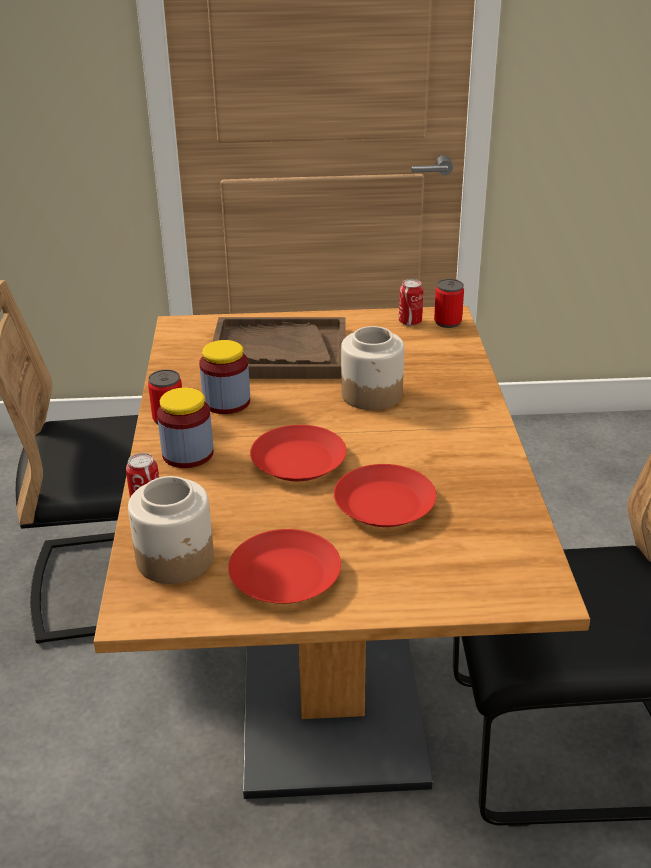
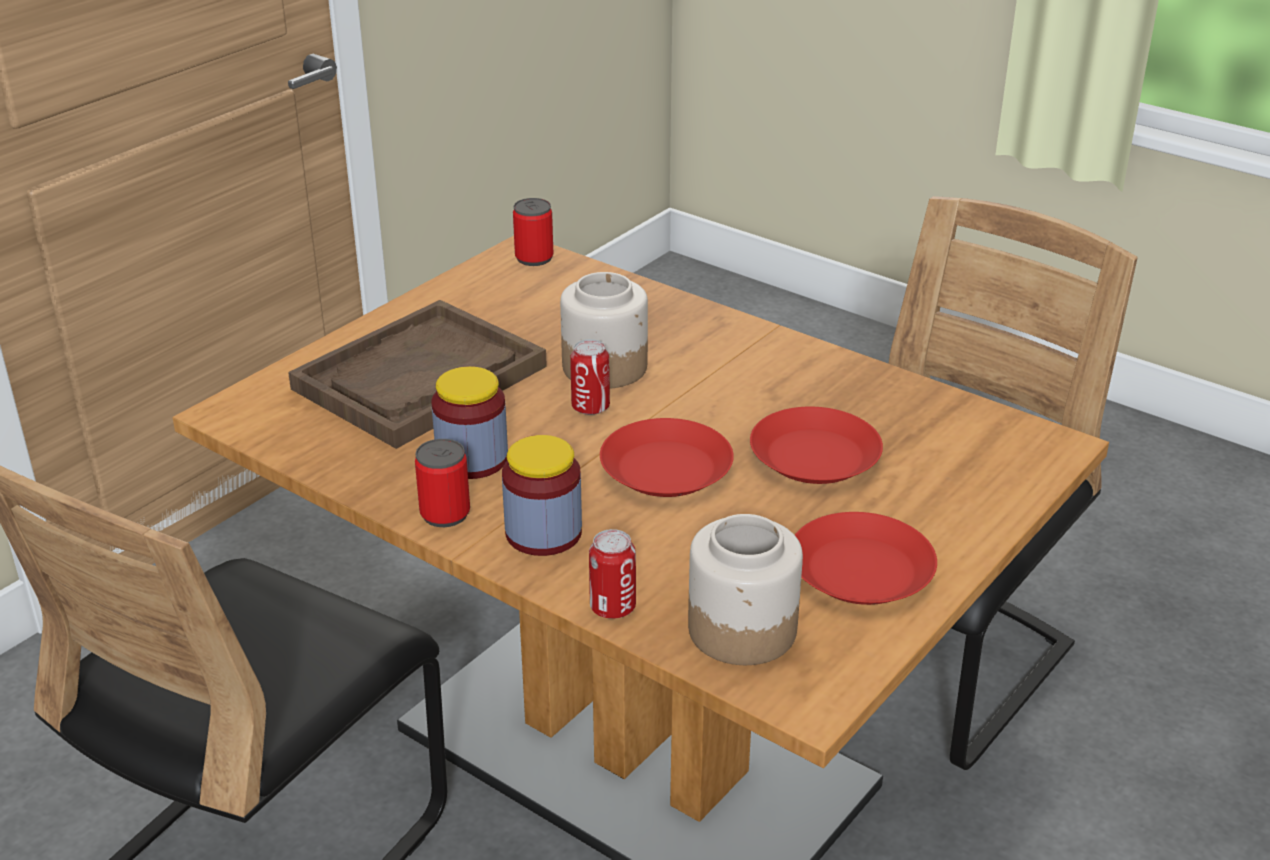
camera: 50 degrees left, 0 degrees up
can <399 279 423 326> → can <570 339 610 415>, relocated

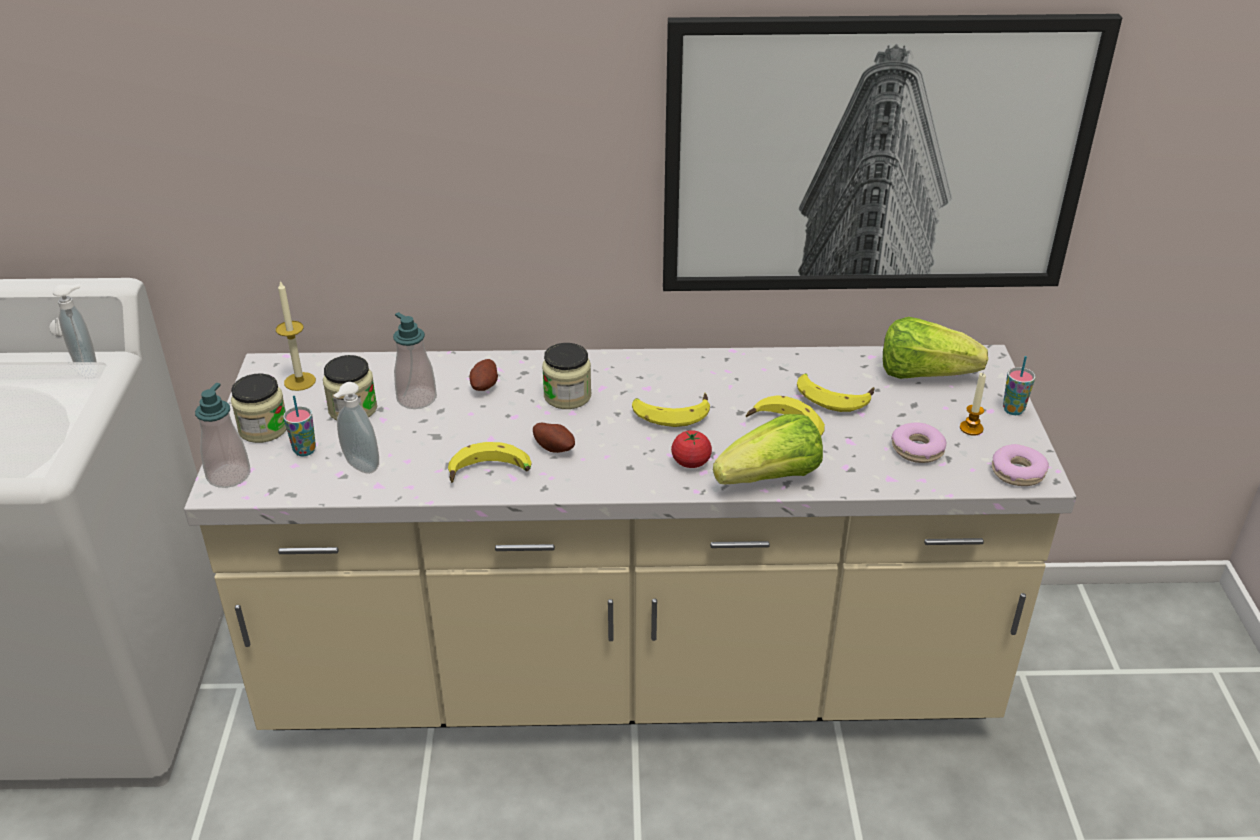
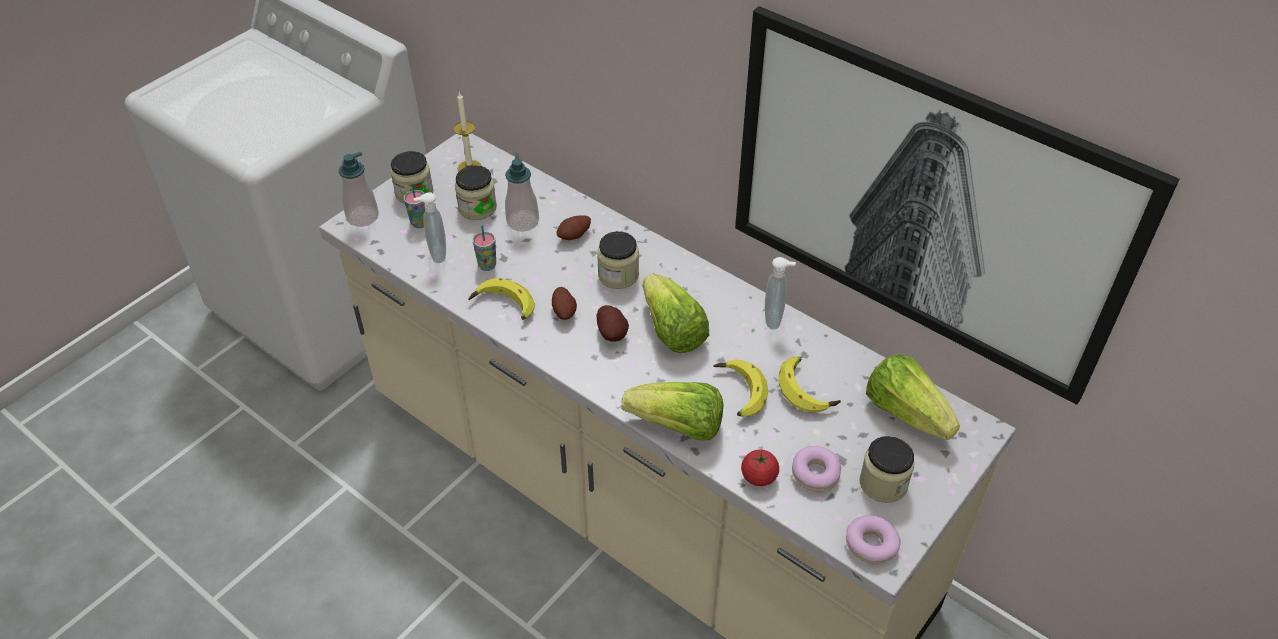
camera: 40 degrees right, 10 degrees up
soap dispenser <53 284 97 377> → soap dispenser <765 257 796 330>, relocated
cup <1003 356 1035 415> → cup <473 225 496 271>, relocated
candle <960 373 986 436> → jar <859 436 914 503>
banana <632 393 710 427> → lettuce <642 274 709 353>
tomato <671 430 712 468> → tomato <741 449 779 486>, relocated
- → potato <597 305 629 342>

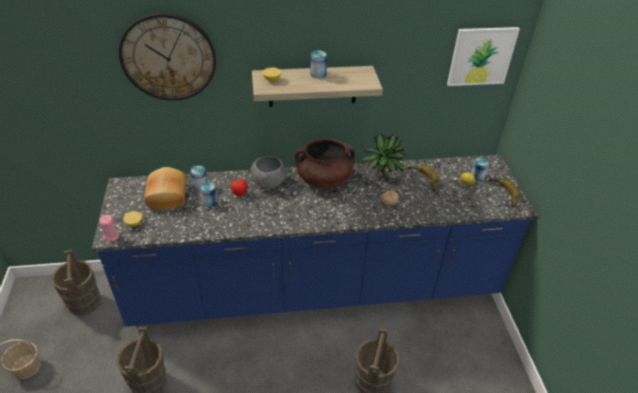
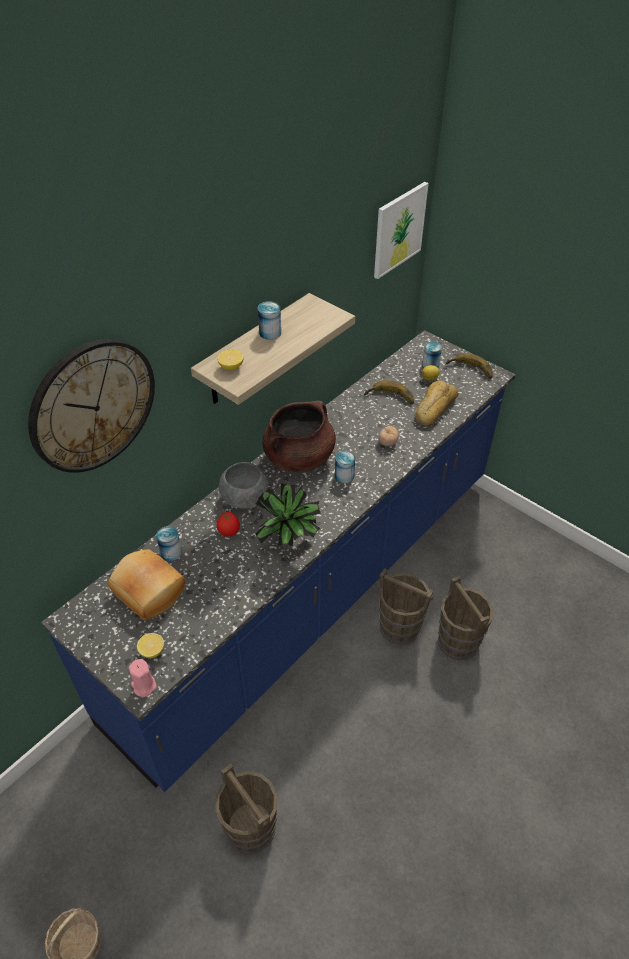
camera: 40 degrees left, 5 degrees up
potted plant <362 134 407 177> → potted plant <256 483 321 546>, relocated
can <200 182 218 207> → can <335 451 355 483>, relocated
bucket (brown) <51 250 101 316> → bucket (brown) <379 568 434 645>, relocated
- → bread <415 380 459 426>

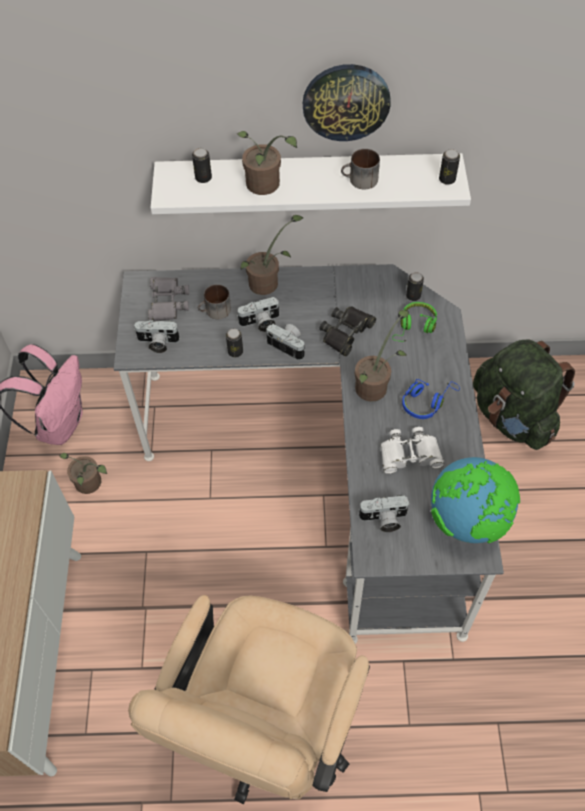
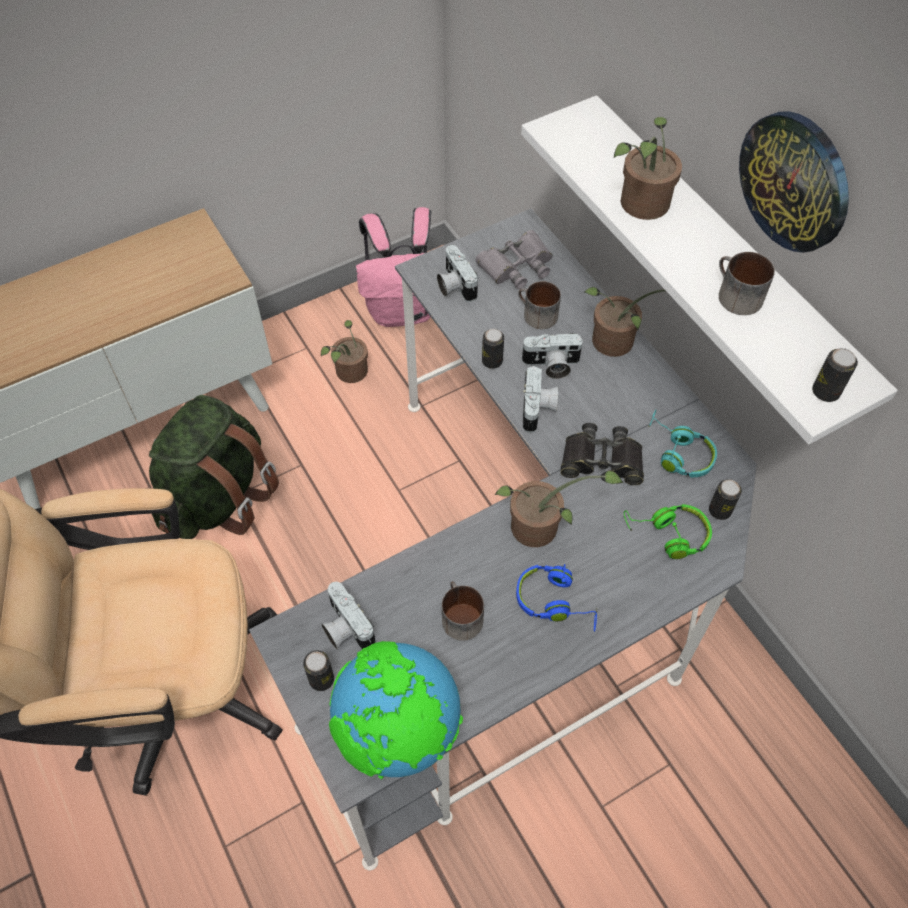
camera: 60 degrees right, 0 degrees up
can <192 148 212 183> → can <303 650 334 691>, relocated
photo camera <237 297 279 332> → photo camera <521 333 584 379>, 45 degrees counterclockwise
backpack (green) <473 339 575 450> → backpack (green) <149 395 279 539>, relocated
binoculars (white) <381 427 444 474> → mug <442 581 484 641>
- → headphones (turquoise) <648 409 717 477>

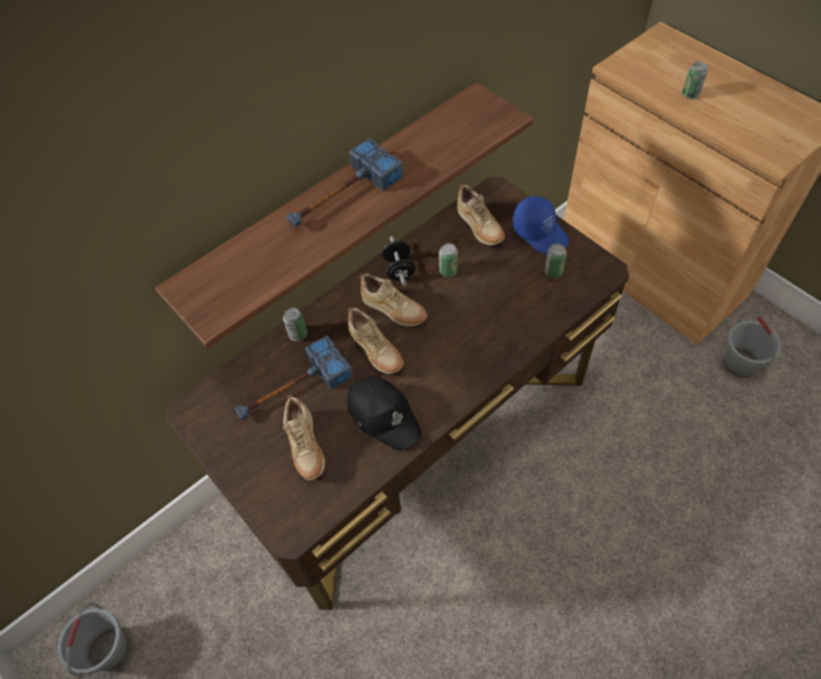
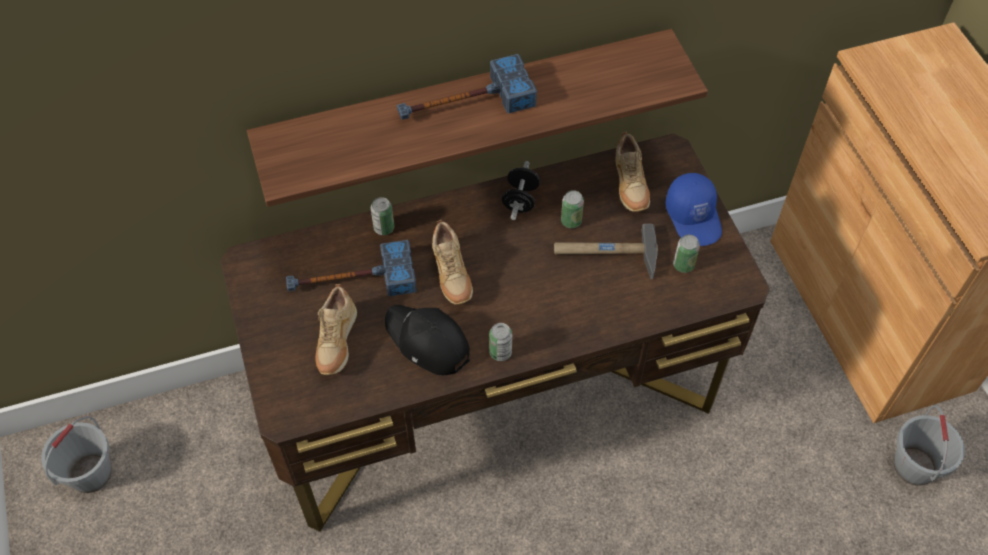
camera: 20 degrees right, 0 degrees up
can <682 61 708 99> → can <489 323 512 361>, relocated
shoe (beige) <360 274 427 327> → -
cap (black) <347 376 422 450> → cap (black) <385 305 470 375>, 150 degrees clockwise
- → hammer <554 224 658 279>

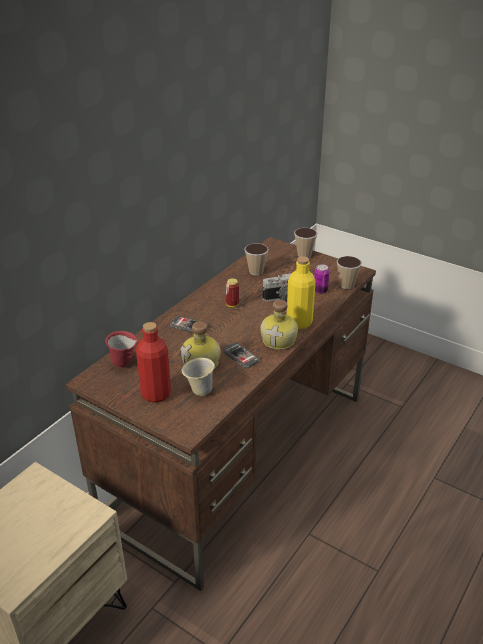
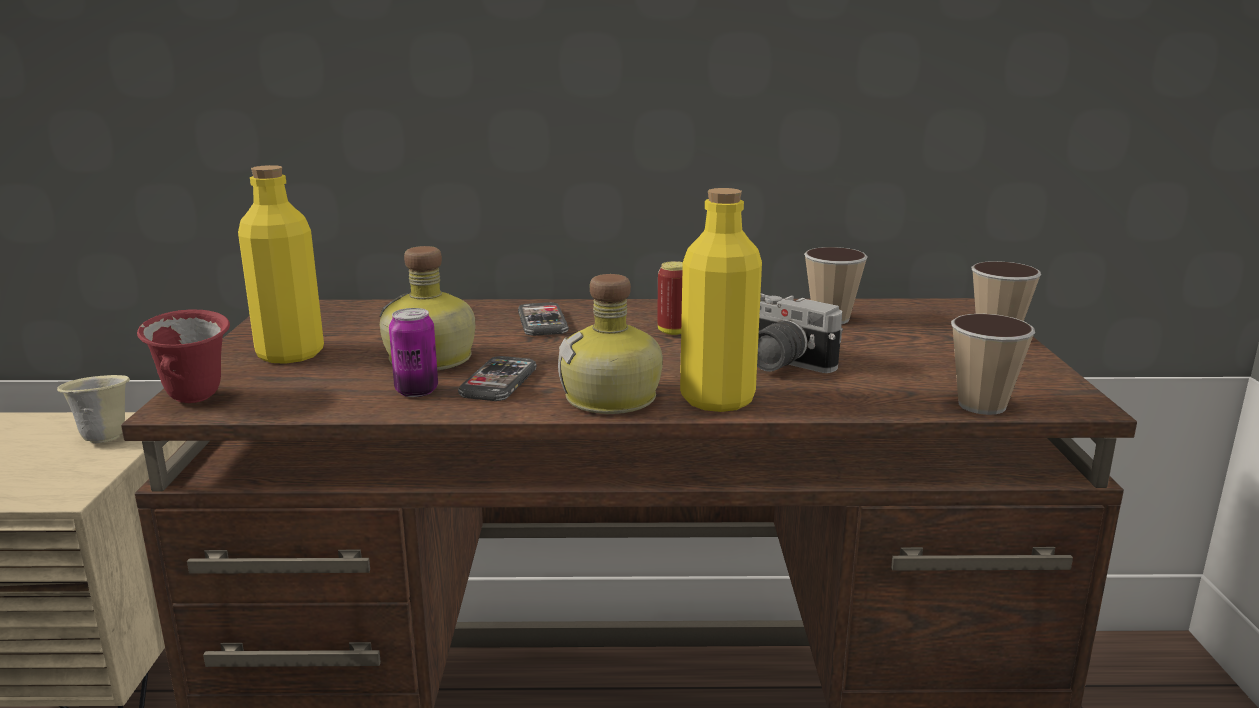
camera: 55 degrees right, 15 degrees down
can <314 264 329 294> → can <389 308 438 397>, relocated
bottle (red) <136 322 171 403> → bottle (yellow) <238 165 324 364>
mug (red) <105 331 138 367> → mug (red) <137 309 230 403>, relocated
mug (beige) <182 358 215 396> → mug (beige) <57 375 130 443>, relocated

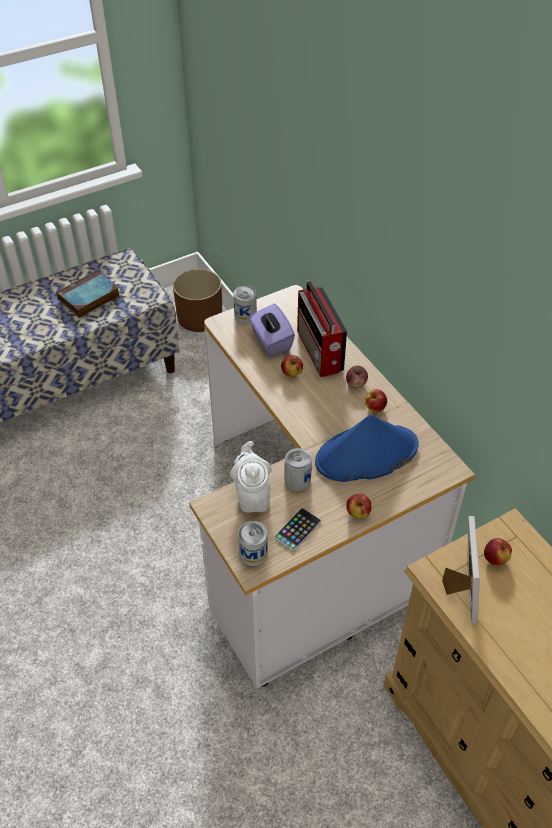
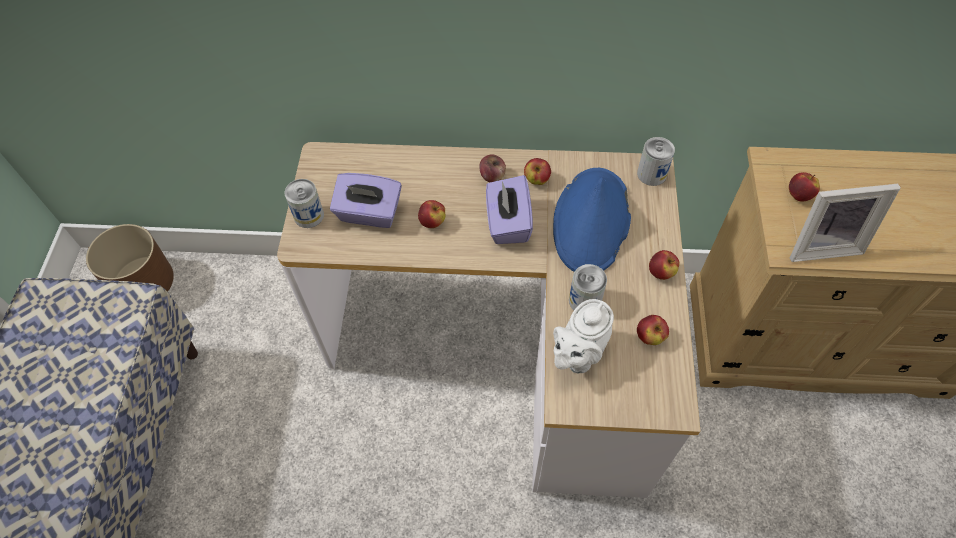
camera: 55 degrees left, 10 degrees up
book <56 270 120 318> → -
radio <297 280 347 377> → -
teapot (white) <230 441 272 512> → teapot (white) <553 299 614 373>, 75 degrees counterclockwise
phone <274 508 321 551> → apple <637 315 669 345>
picture frame <442 516 480 624> → picture frame <790 184 901 262>, 135 degrees clockwise
can <238 521 268 566> → can <637 137 675 186>, relocated
- → tissue box (purple) <486 175 533 244>

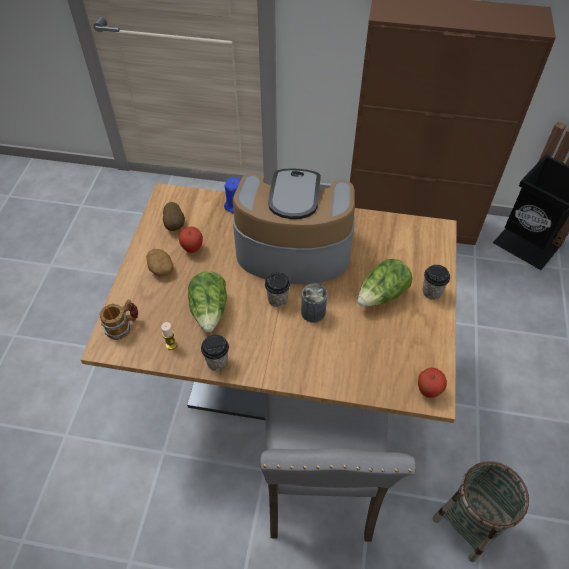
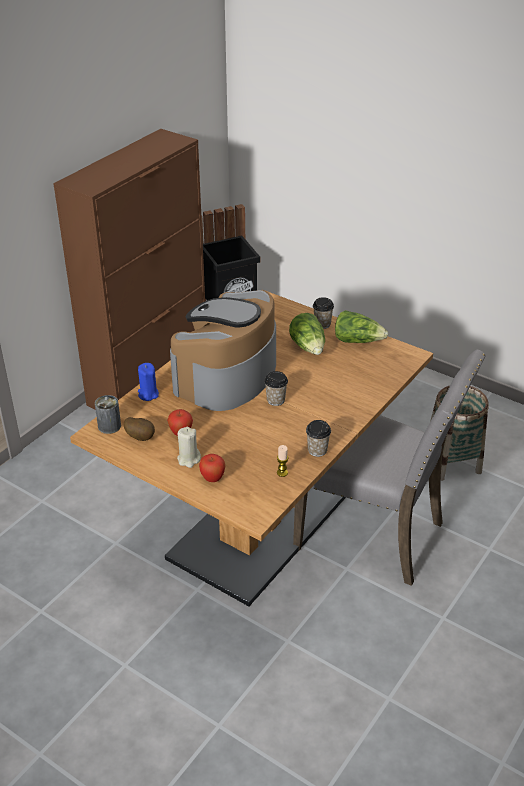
camera: 65 degrees left, 15 degrees down
potato <146 249 174 276> → candle (beige) <177 427 201 468>
lettuce <188 271 227 332> → lettuce <335 310 388 343>, relocated
can <301 283 327 323> → can <95 395 121 434>, relocated
mug <99 300 138 340> → -
apple <418 367 447 398> → apple <199 454 225 482>, relocated

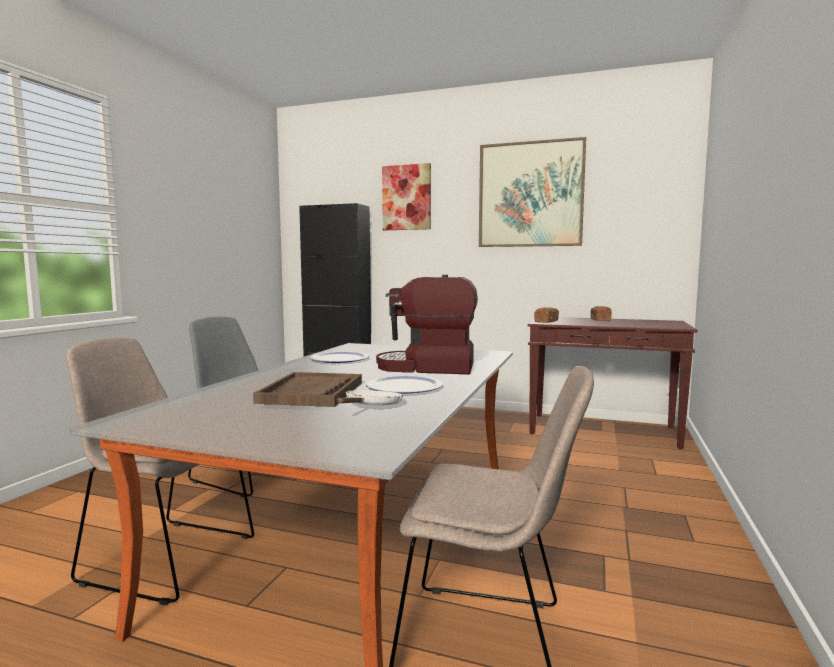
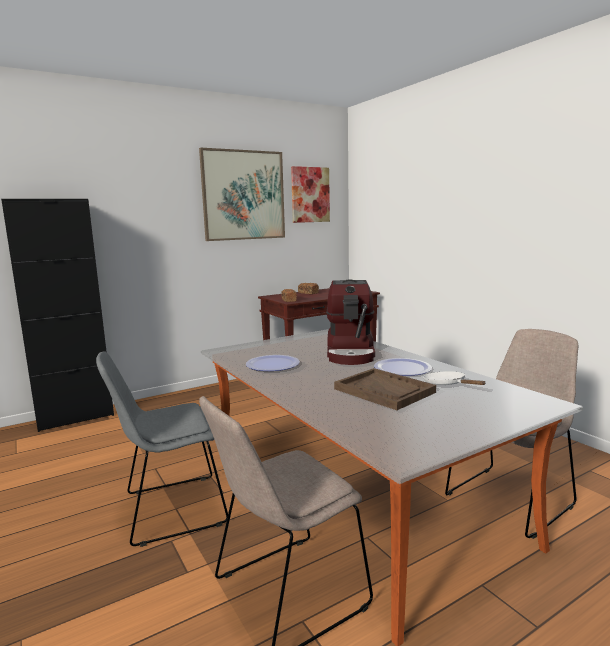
camera: 50 degrees left, 5 degrees up
picture <382 163 431 230> → picture <291 166 330 223>, relocated
coffee machine <376 275 478 374> → coffee machine <327 280 375 365>, 45 degrees counterclockwise

